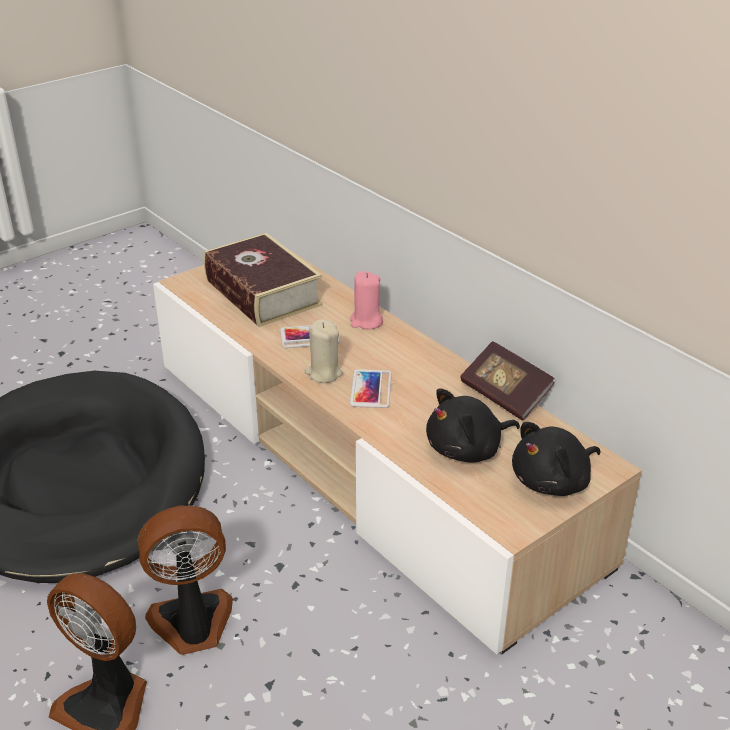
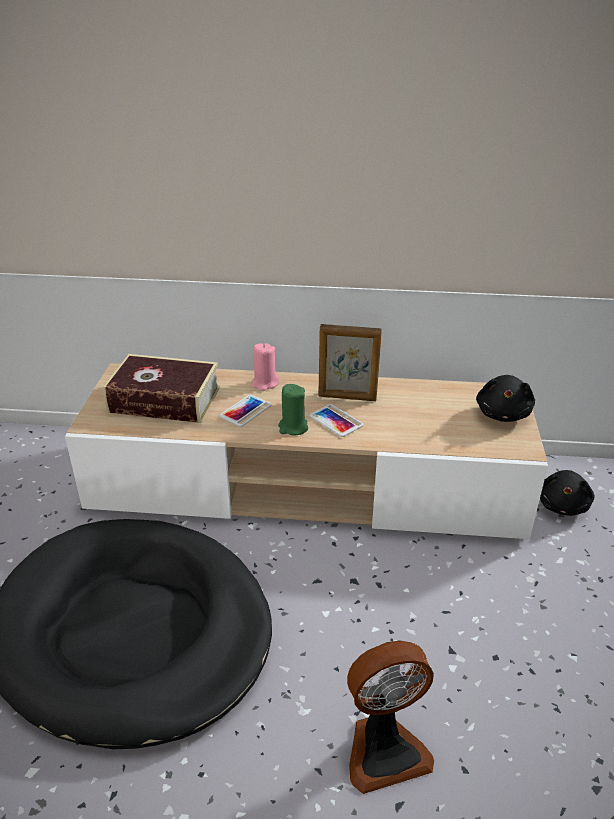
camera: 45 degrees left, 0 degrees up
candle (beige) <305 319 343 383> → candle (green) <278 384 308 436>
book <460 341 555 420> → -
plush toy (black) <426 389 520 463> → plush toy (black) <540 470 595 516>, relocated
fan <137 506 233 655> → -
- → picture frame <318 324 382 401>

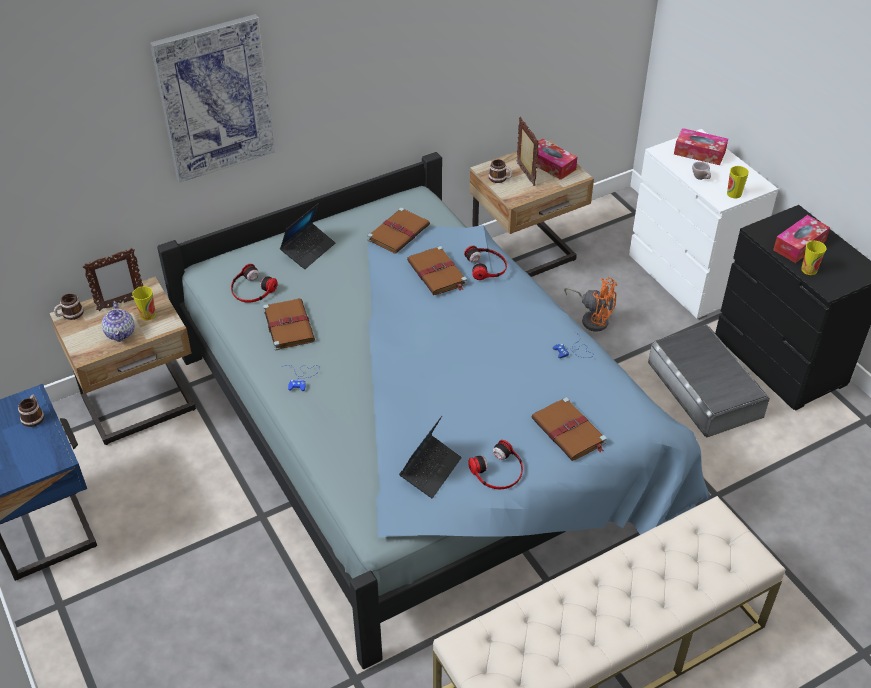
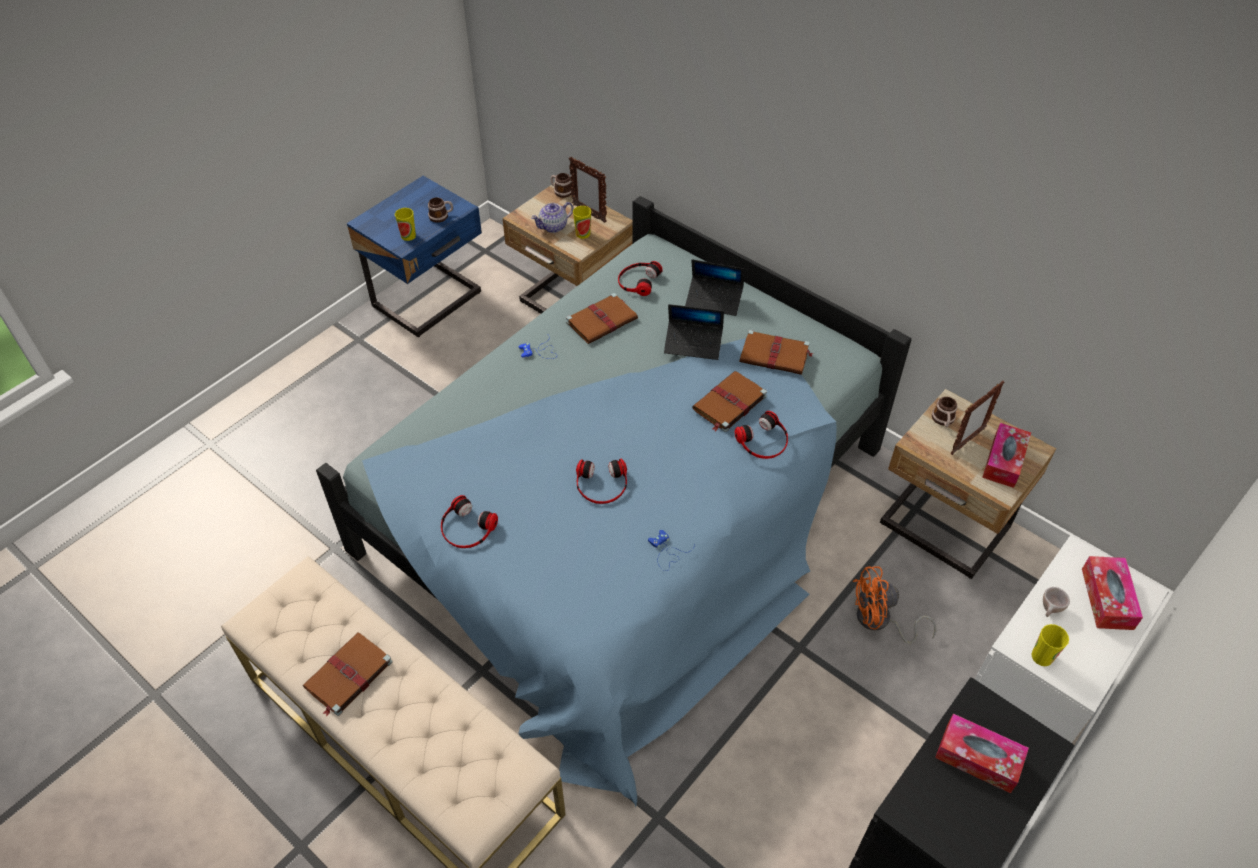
camera: 70 degrees right, 5 degrees up
picture <150 14 275 182> → -
cup <801 241 826 275> → cup <395 208 416 241>, relocated
fan (orange) <564 277 617 332> → fan (orange) <853 566 937 644>, 75 degrees clockwise
storage box (grey) <648 325 770 437> → -
book (brown) <531 397 606 461> → book (brown) <303 632 393 717>, relocated
laptop <399 416 462 498> → laptop <664 304 724 360>, relocated
- → headphones <576 459 627 504>

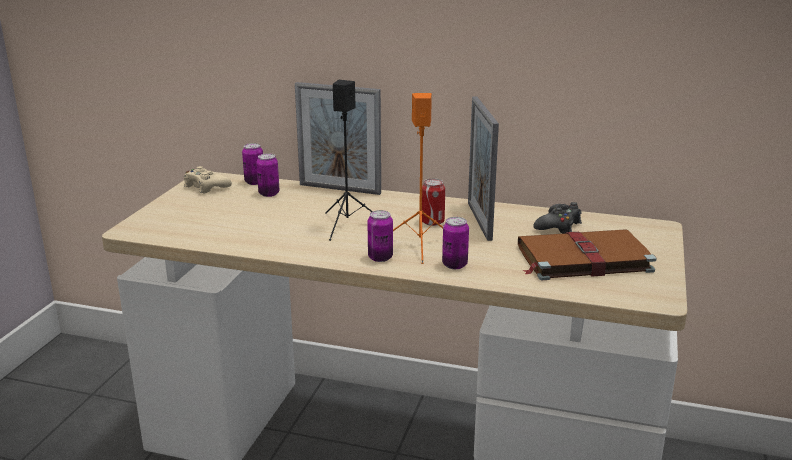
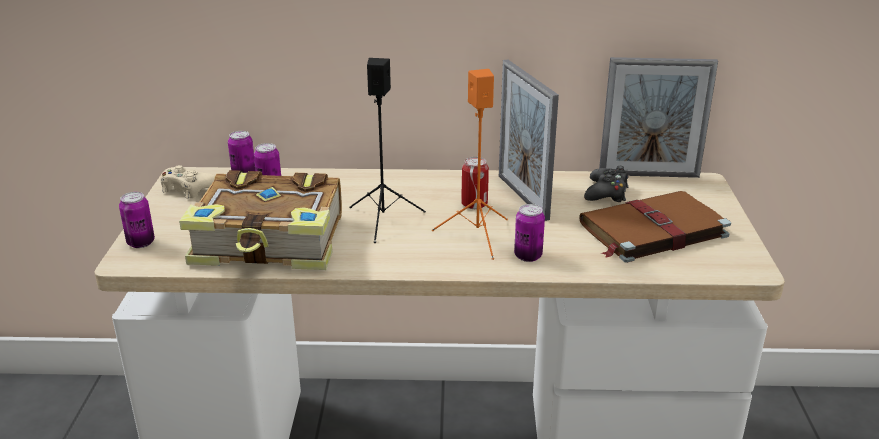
camera: 15 degrees left, 5 degrees up
picture frame <295 82 381 195> → picture frame <599 57 718 178>, relocated
can <367 210 393 262> → can <119 192 155 248>, relocated
- → book <179 170 342 270>

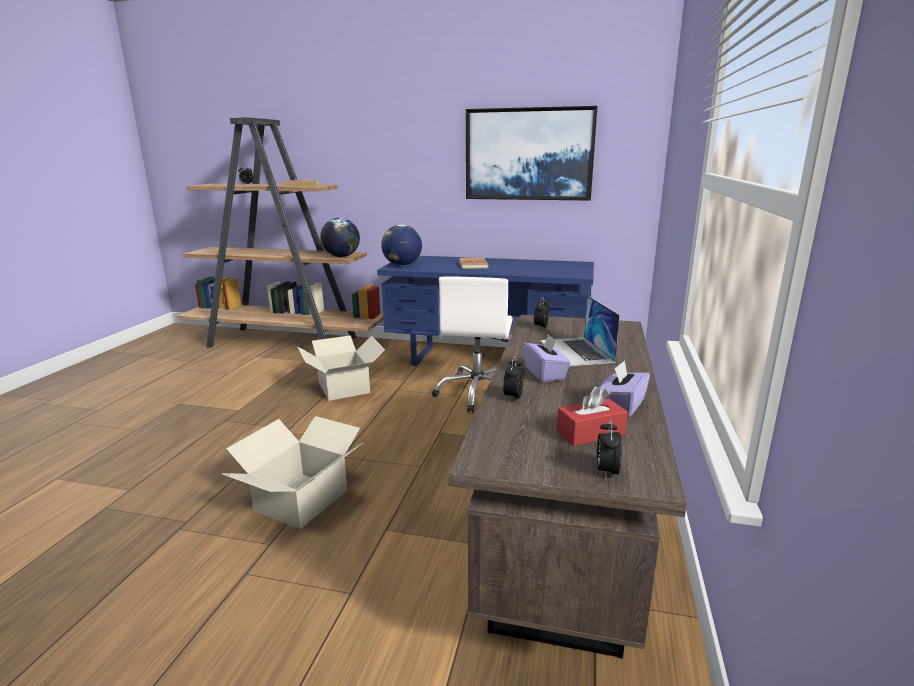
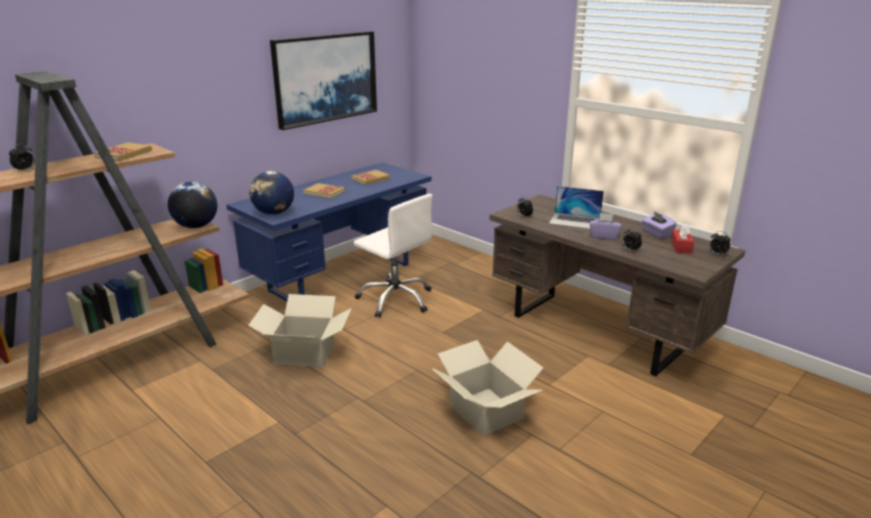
camera: 60 degrees left, 5 degrees up
- → book <351 170 390 185>

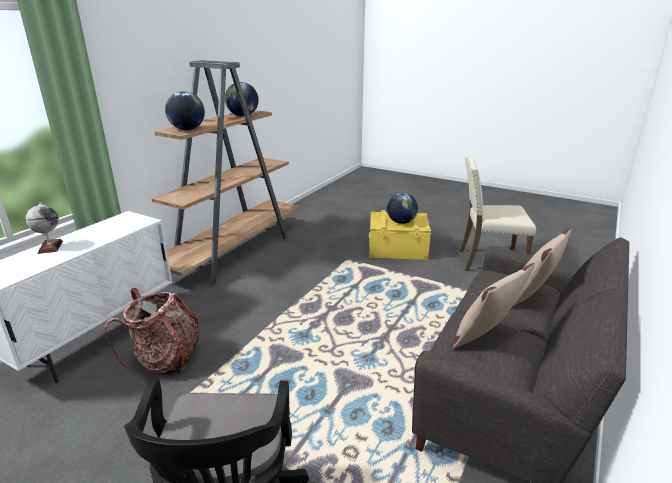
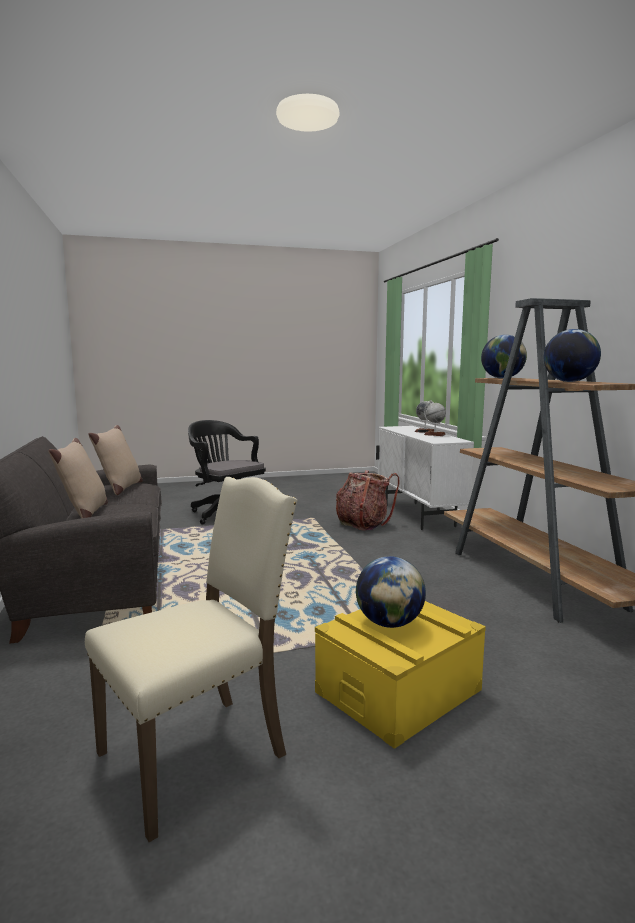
camera: 135 degrees right, 15 degrees down
- → globe <424 402 446 436>

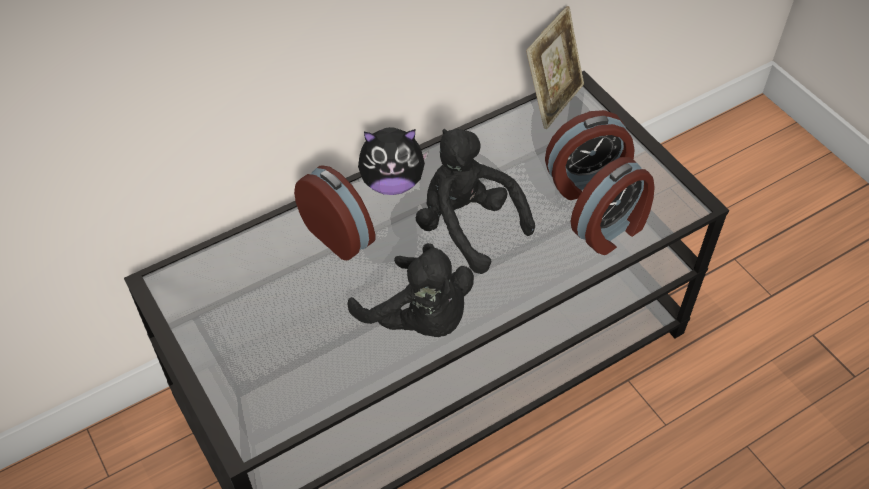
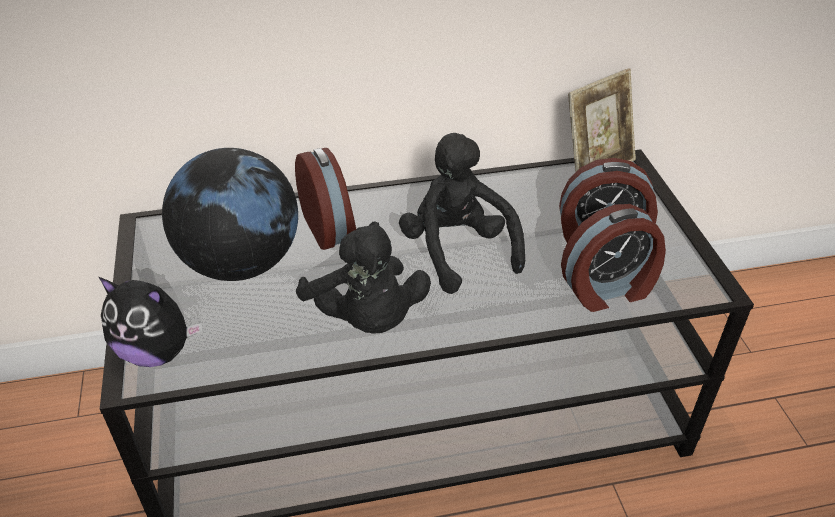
camera: 20 degrees right, 10 degrees down
plush toy <358 127 429 195> → plush toy <99 277 202 367>, relocated
- → globe <162 148 298 281>

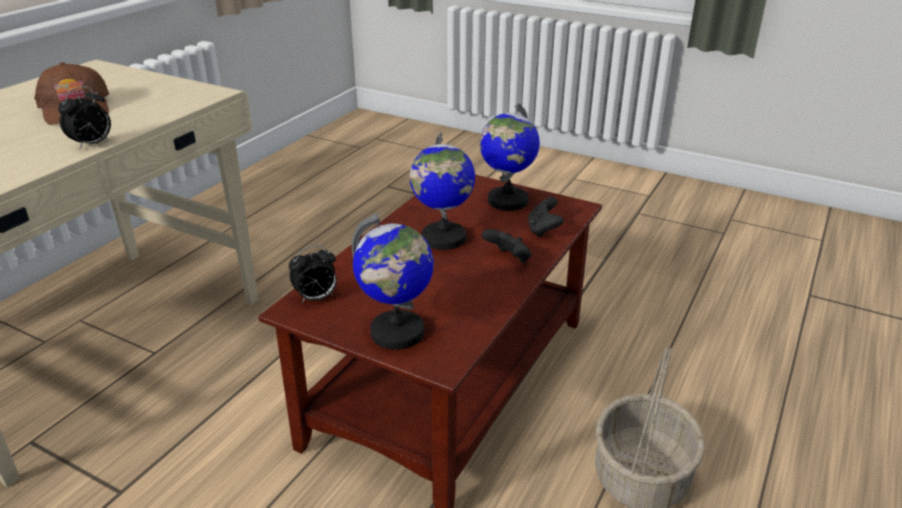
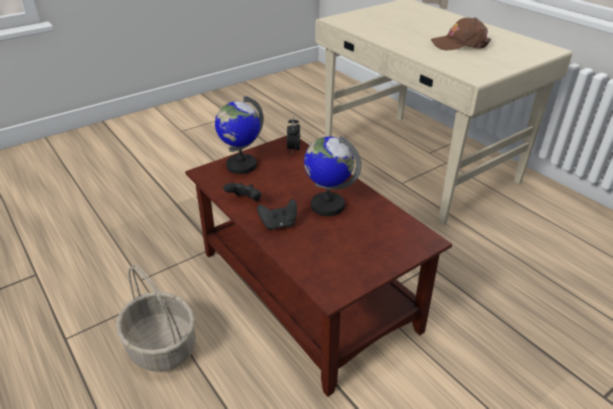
camera: 115 degrees right, 5 degrees up
alarm clock <58 86 111 150> → -
globe <480 103 540 211> → -
game controller (black) <528 197 563 238> → game controller (black) <223 183 261 201>, relocated

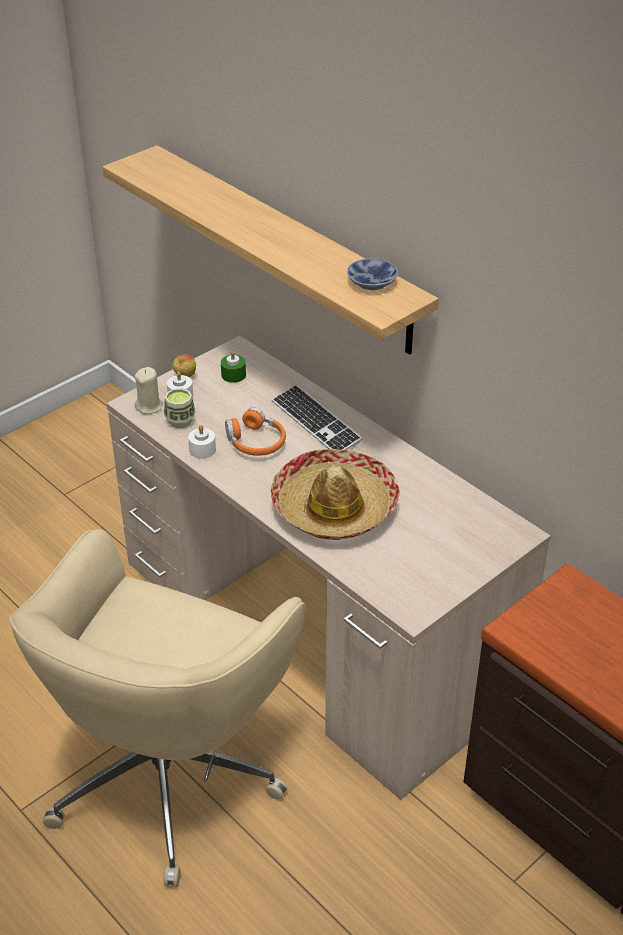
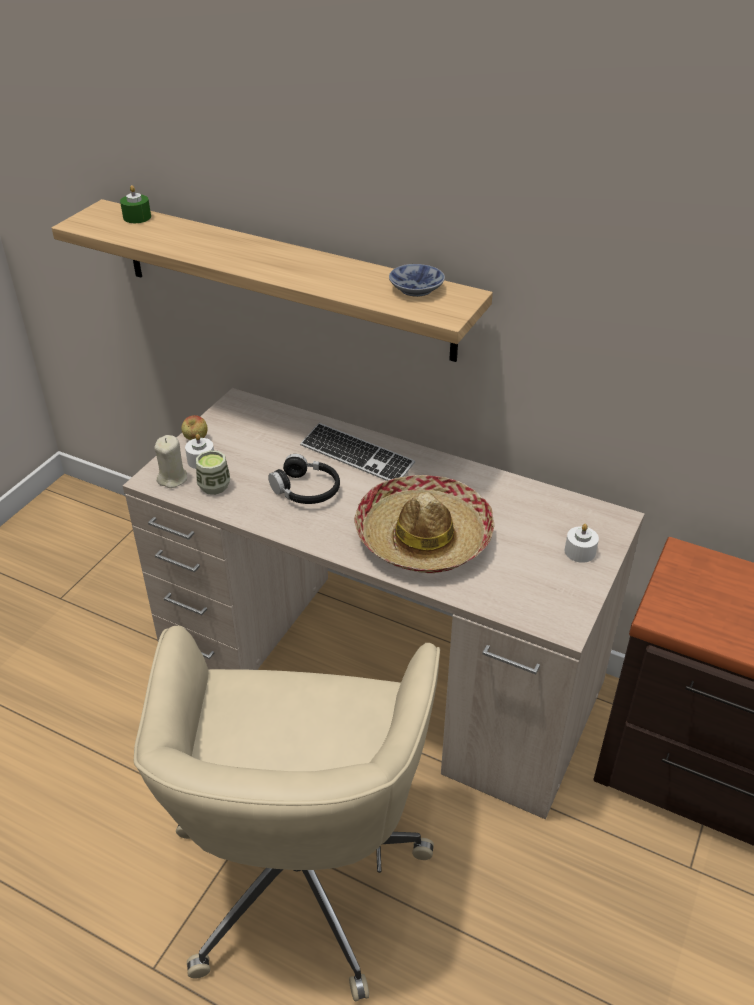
camera: 20 degrees left, 0 degrees up
candle (green) <221 351 246 383> → candle (green) <120 185 151 223>, relocated
headphones (orange) <225 407 286 456> → headphones (black) <268 454 340 504>
candle (white) <188 425 216 459> → candle (white) <565 524 599 563>, relocated

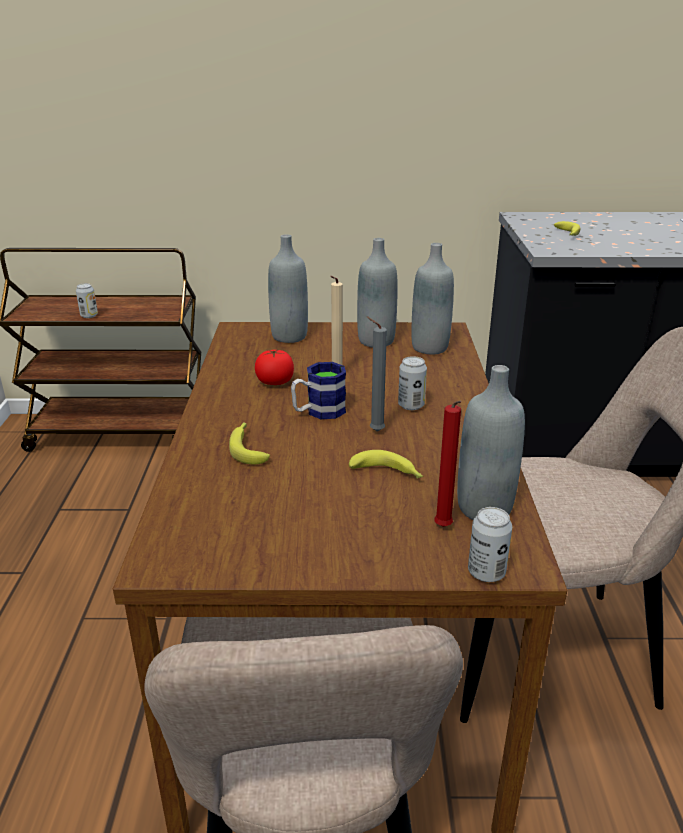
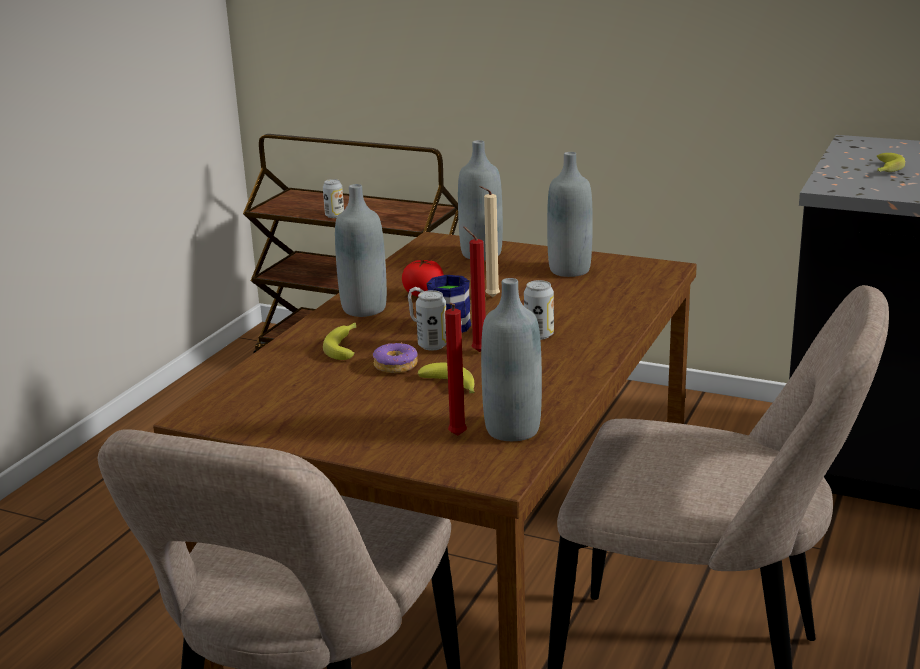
camera: 25 degrees right, 5 degrees down
bottle (grey) <412 243 454 354> → bottle (grey) <335 184 387 317>, relocated
candle (grey) <367 317 387 432> → candle (red) <463 227 486 352>
can <468 507 512 582> → can <416 290 446 351>, relocated
- → donut <373 343 418 373>

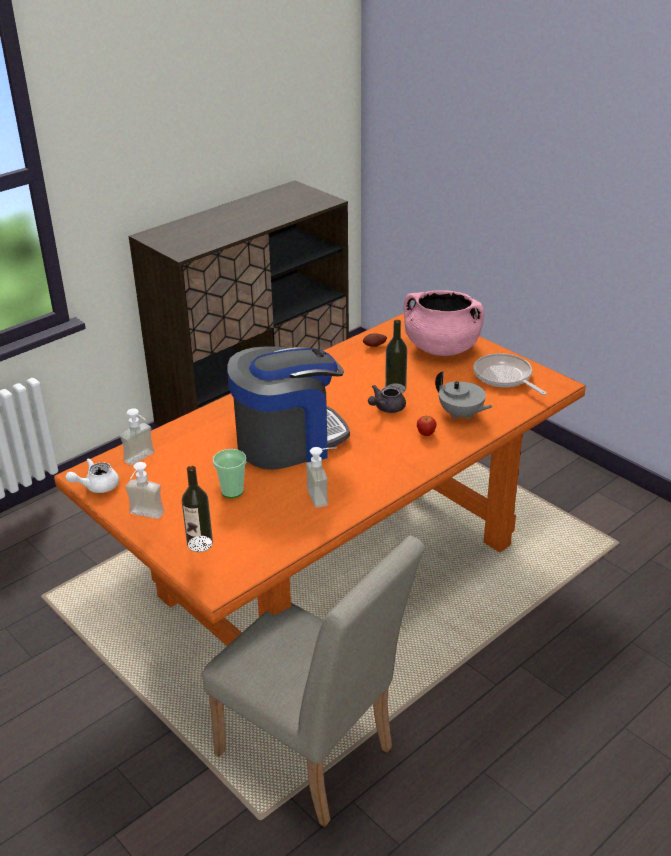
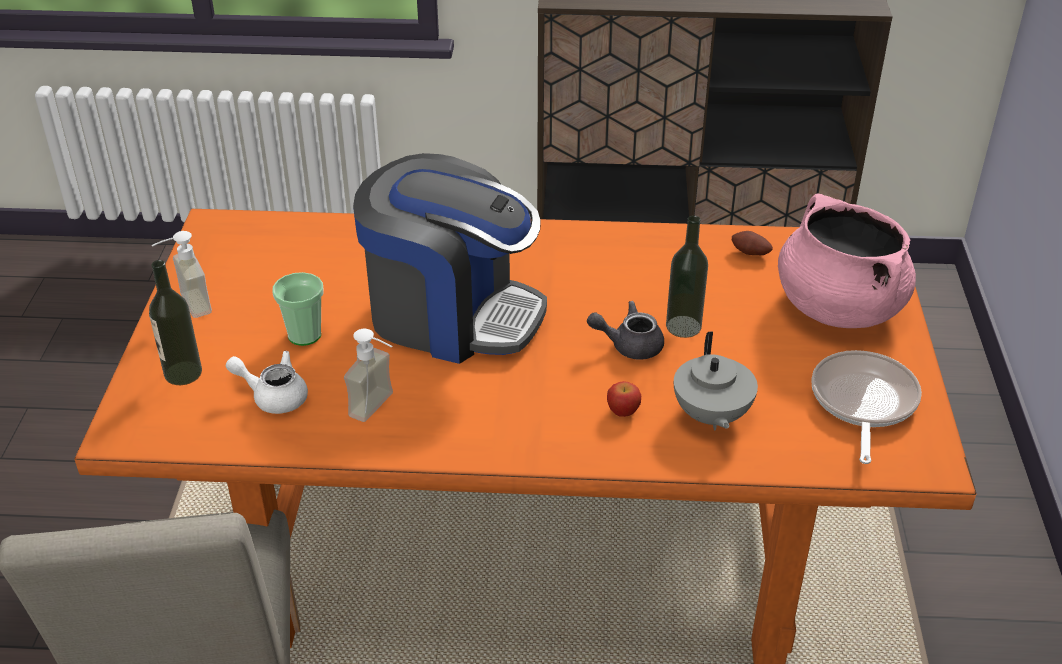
camera: 45 degrees right, 5 degrees up
soap dispenser <120 408 155 465> → -
teapot (white) <65 458 119 493> → teapot (white) <226 351 308 414>, relocated

